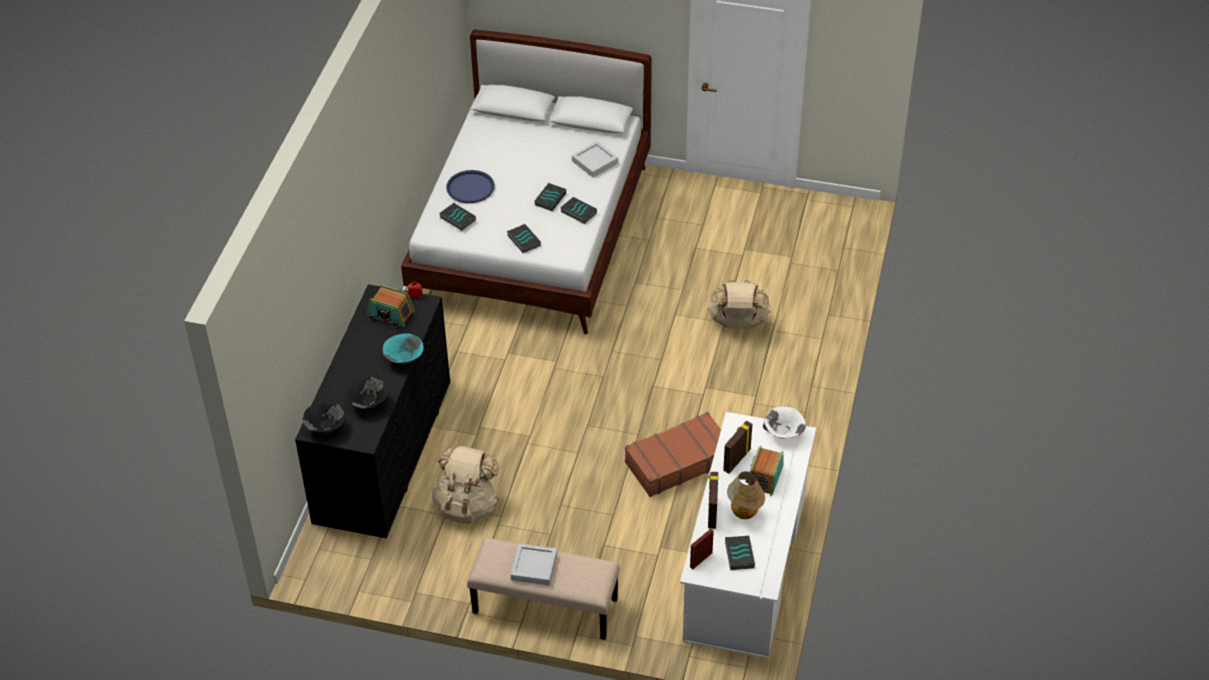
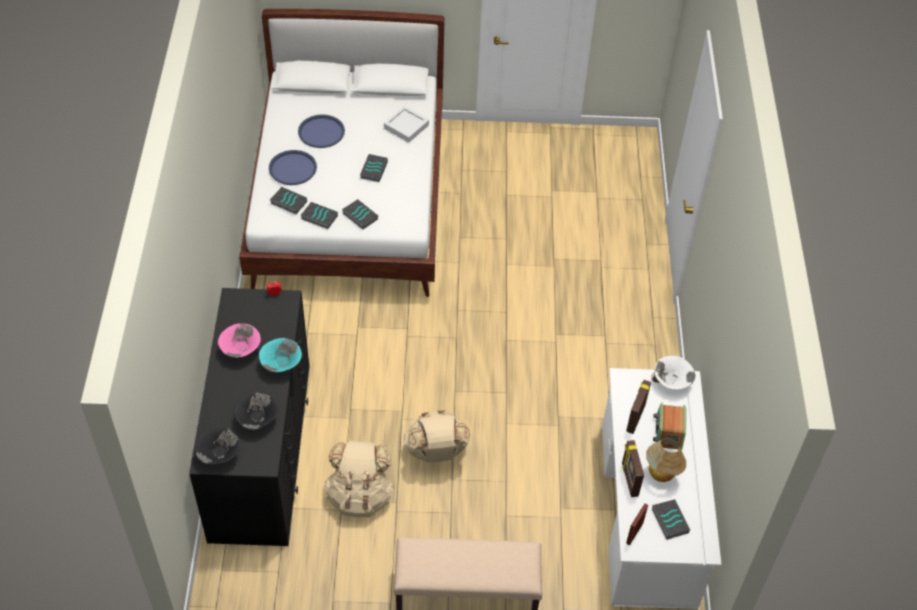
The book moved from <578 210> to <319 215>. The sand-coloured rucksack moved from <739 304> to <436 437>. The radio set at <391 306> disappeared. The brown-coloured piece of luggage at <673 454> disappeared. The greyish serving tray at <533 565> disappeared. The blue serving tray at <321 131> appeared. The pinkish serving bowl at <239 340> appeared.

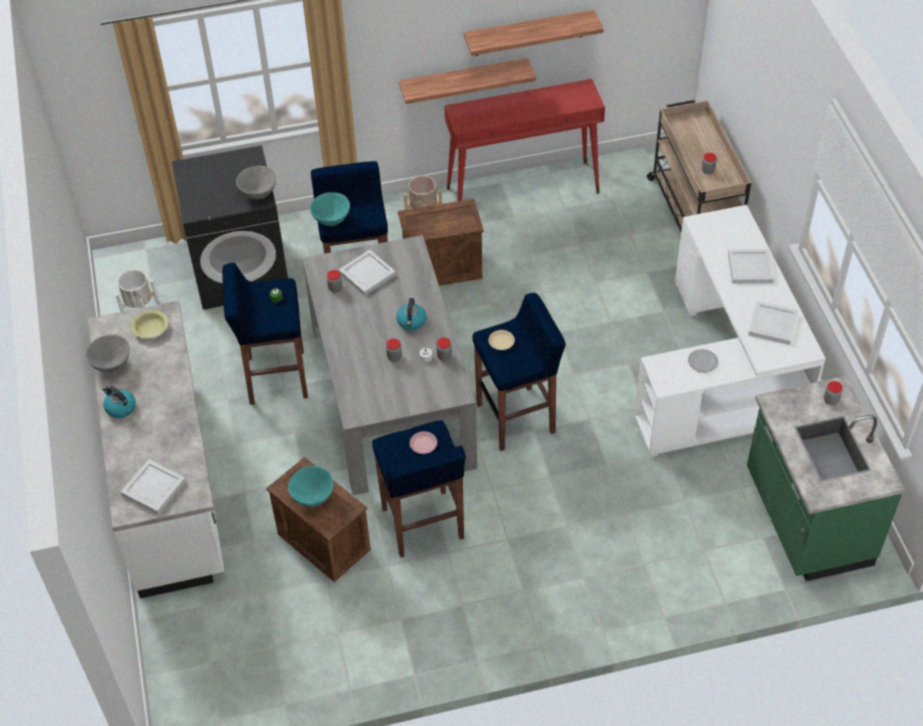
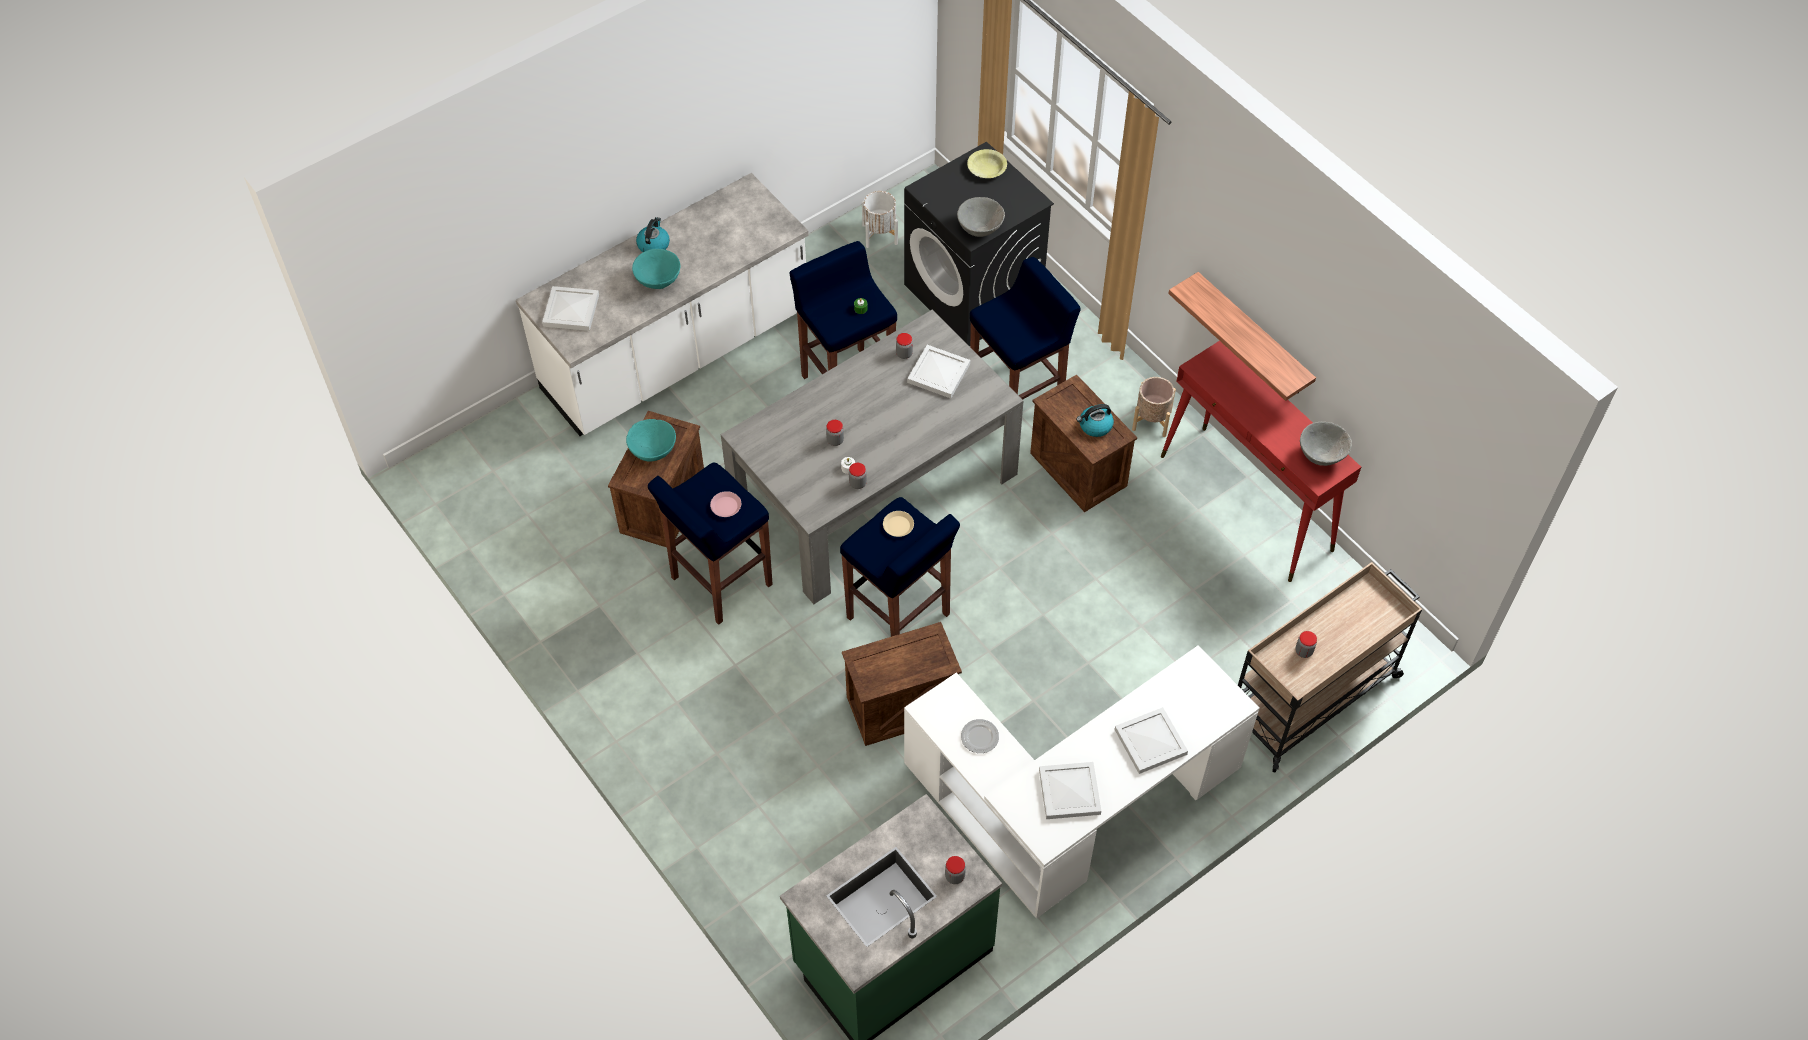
The wall shelf at <534 33> disappeared. The blue-green serving bowl moved from <330 209> to <656 269>. The tea kettle moved from <411 314> to <1095 420>. The yellowish serving bowl moved from <149 324> to <987 163>. The greyish serving bowl moved from <108 354> to <1326 444>. The crate at <902 684> appeared.

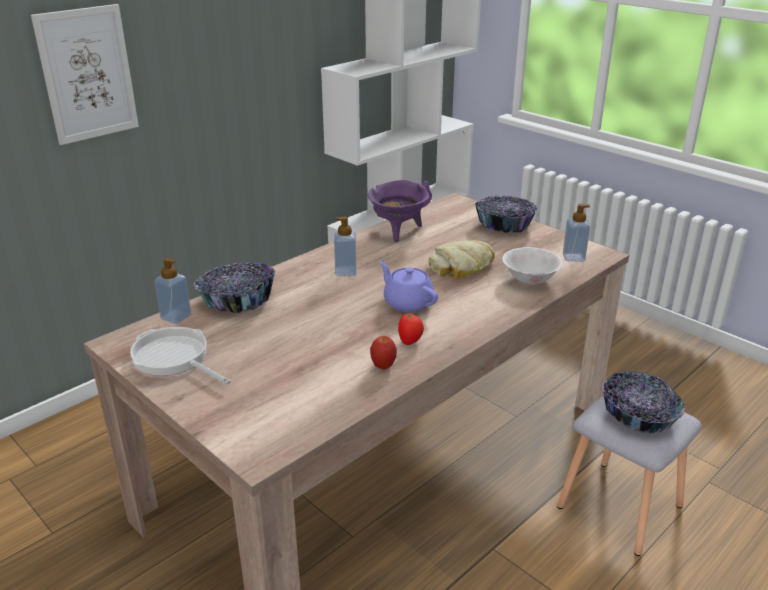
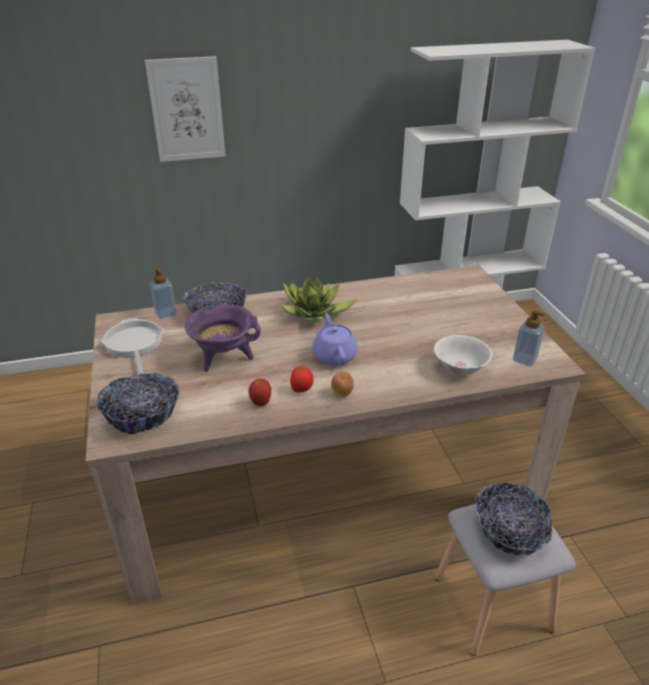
The purple saucepot moved from <400 211> to <223 338>. The serving bowl moved from <506 214> to <138 403>. The soap dispenser at <345 246> was replaced by the houseplant at <319 300>. The baked bread at <462 259> disappeared. The whole apple at <342 384> appeared.

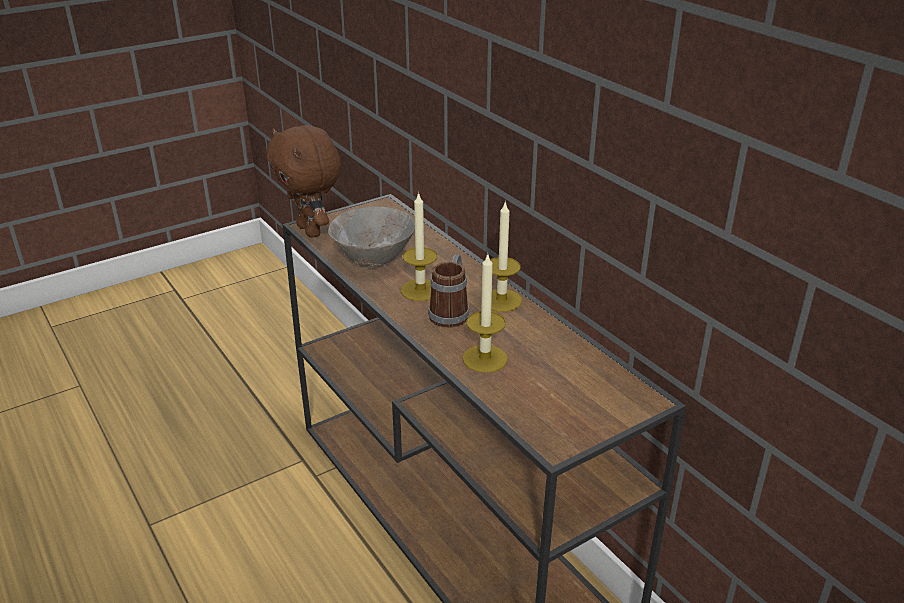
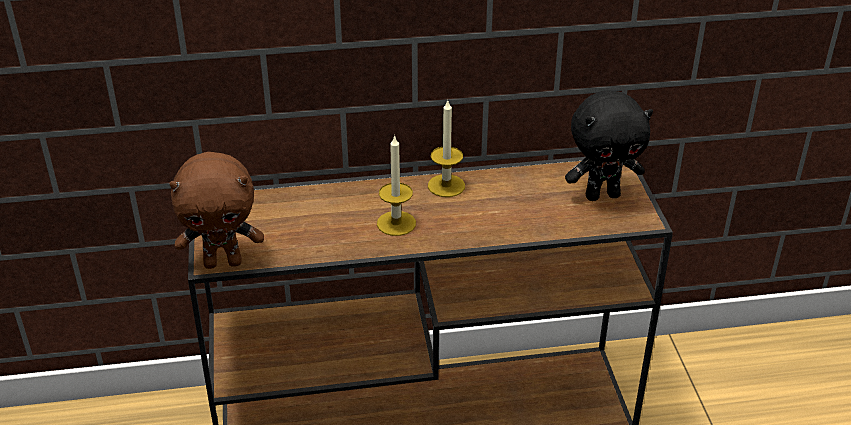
The greyish serving bowl at <371 237> disappeared. The mug at <448 291> disappeared. The wax light at <485 313> disappeared. The black cuddly toy at <609 145> appeared.

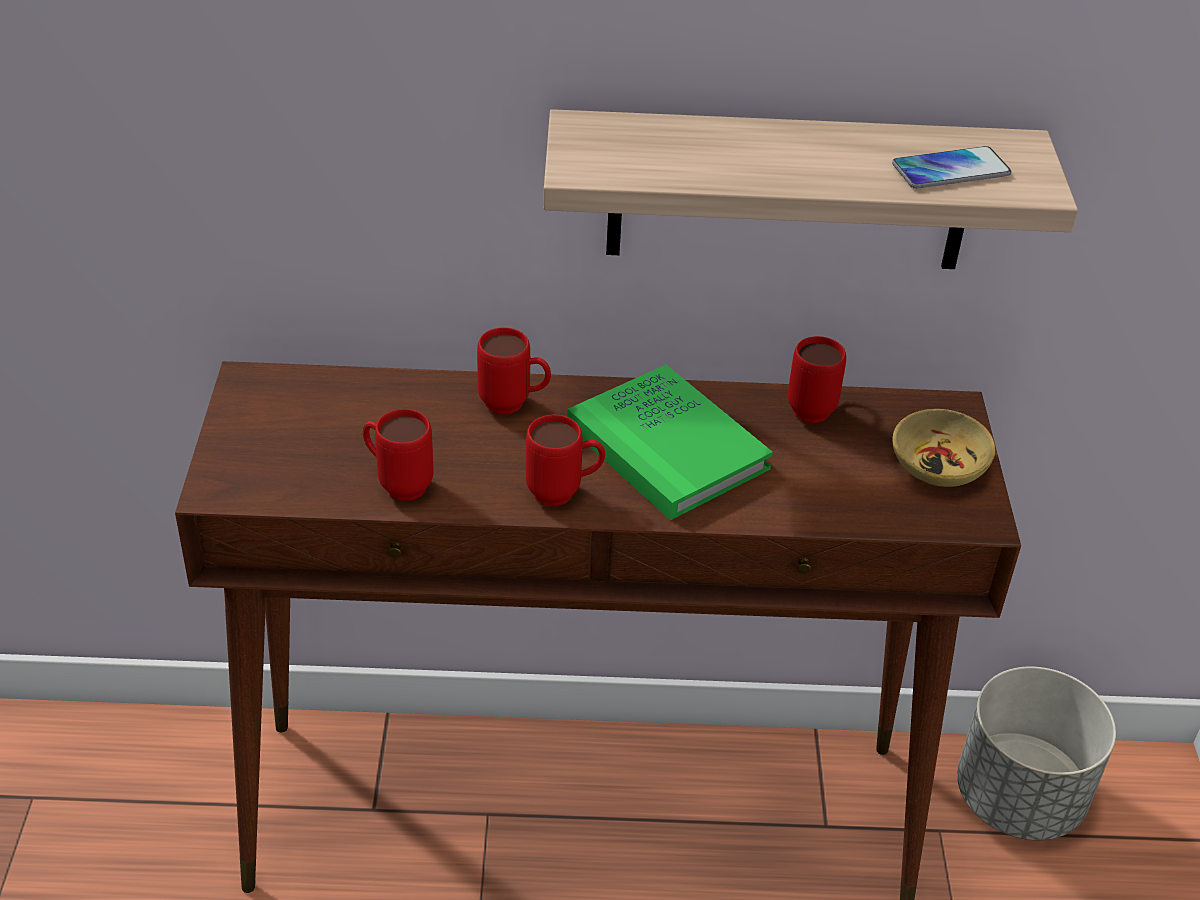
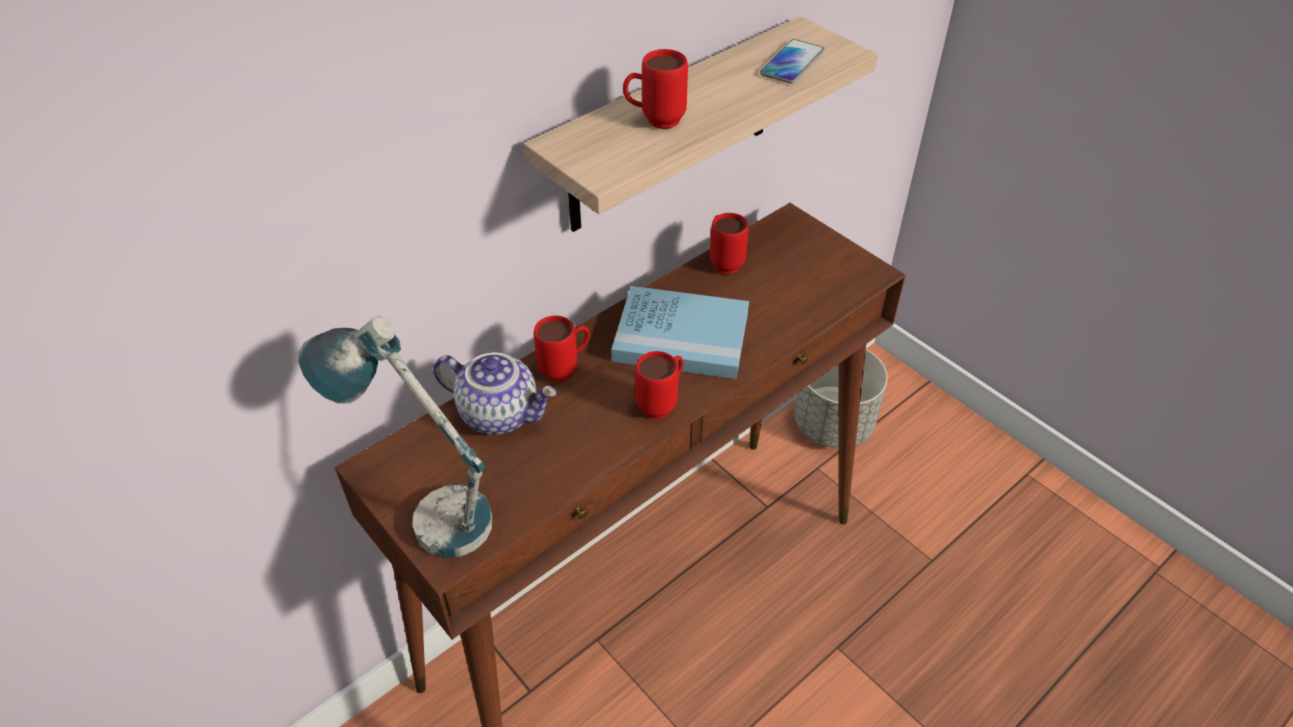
The green-coloured book at <670 443> became the blue book at <680 332>. The reddish mug moved from <398 455> to <655 89>. The sand-coloured serving bowl at <944 448> disappeared. The tabletop lamp at <395 437> appeared. The teapot at <495 393> appeared.

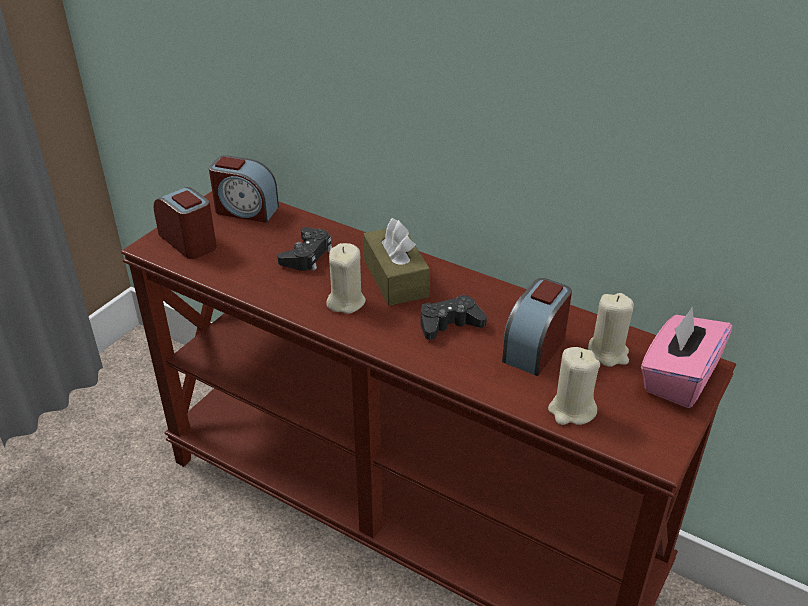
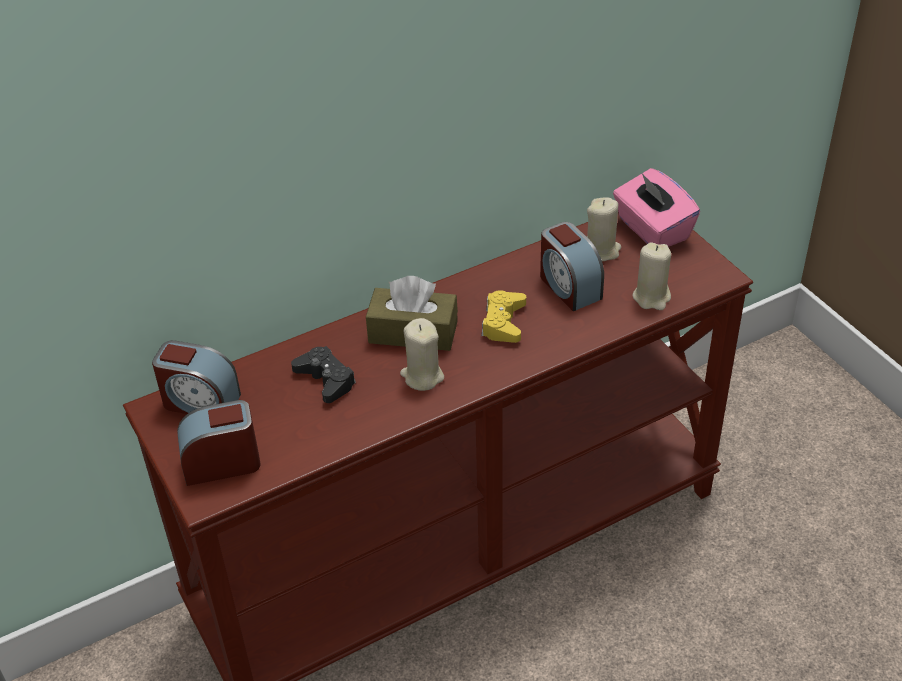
The bedside clock at <244 189> turned 60 degrees clockwise. The black game controller at <454 317> became the yellowish game controller at <503 316>.

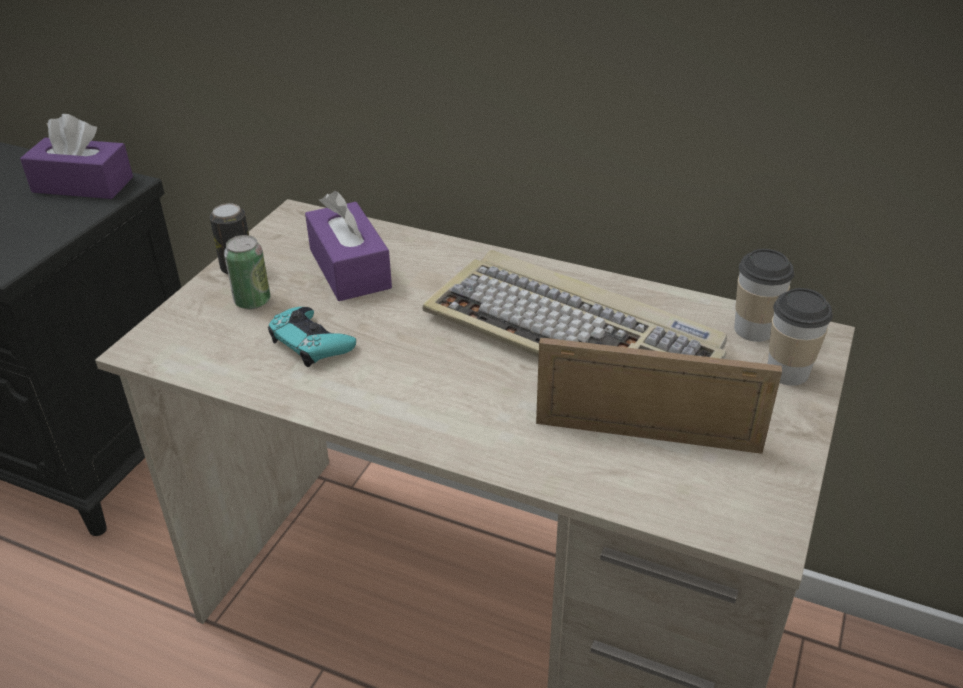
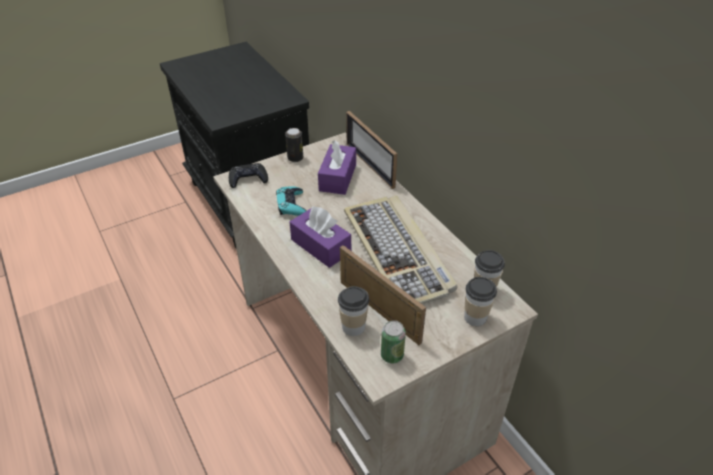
The purple box of tissues moved from <76 156> to <320 237>. The metal can moved from <247 272> to <393 342>. The photo frame at <371 150> appeared. The black game controller at <248 175> appeared. The small cup at <353 311> appeared.

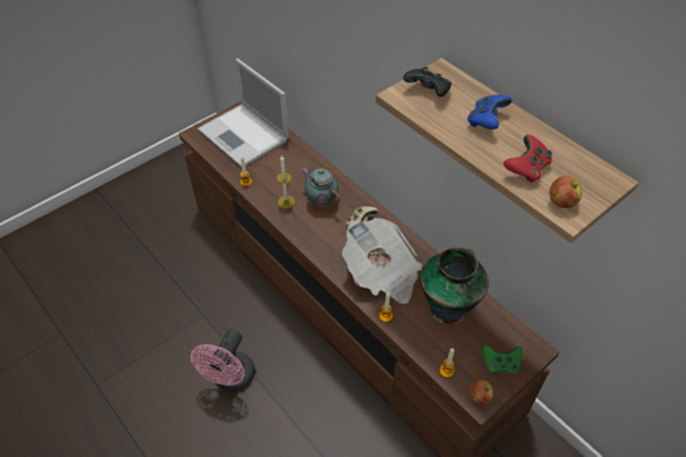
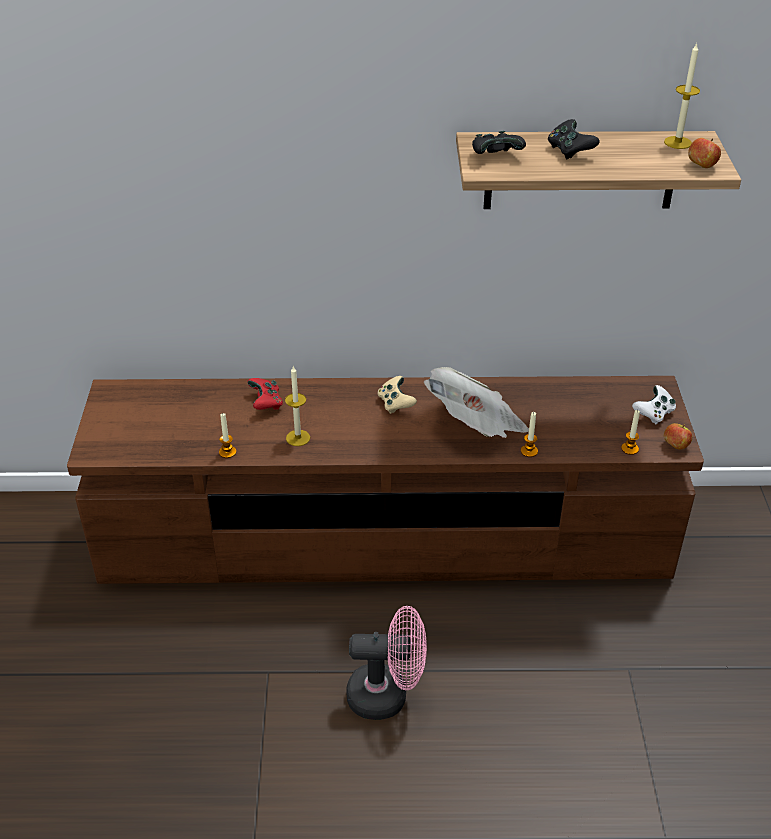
The notebook computer at <243 113> disappeared. The blue game controller at <489 112> became the black game controller at <574 139>. The reddish game controller moved from <528 158> to <265 394>. The teapot at <320 186> disappeared. The decorative vase at <454 286> disappeared. The pinkish fan at <222 360> turned 60 degrees counterclockwise. The green-coloured game controller at <502 359> became the white game controller at <654 404>. The wax light at <682 96> appeared.

